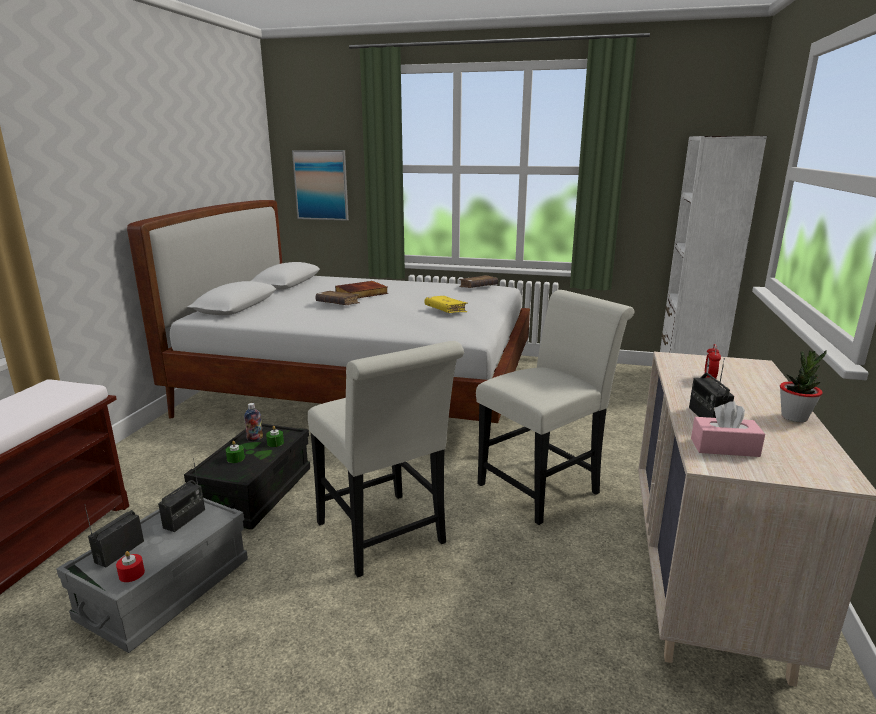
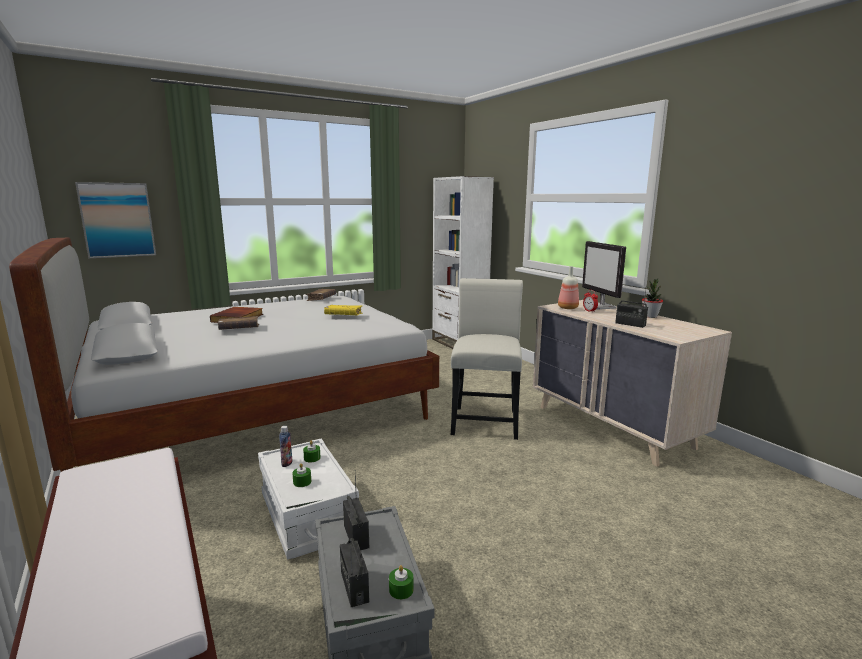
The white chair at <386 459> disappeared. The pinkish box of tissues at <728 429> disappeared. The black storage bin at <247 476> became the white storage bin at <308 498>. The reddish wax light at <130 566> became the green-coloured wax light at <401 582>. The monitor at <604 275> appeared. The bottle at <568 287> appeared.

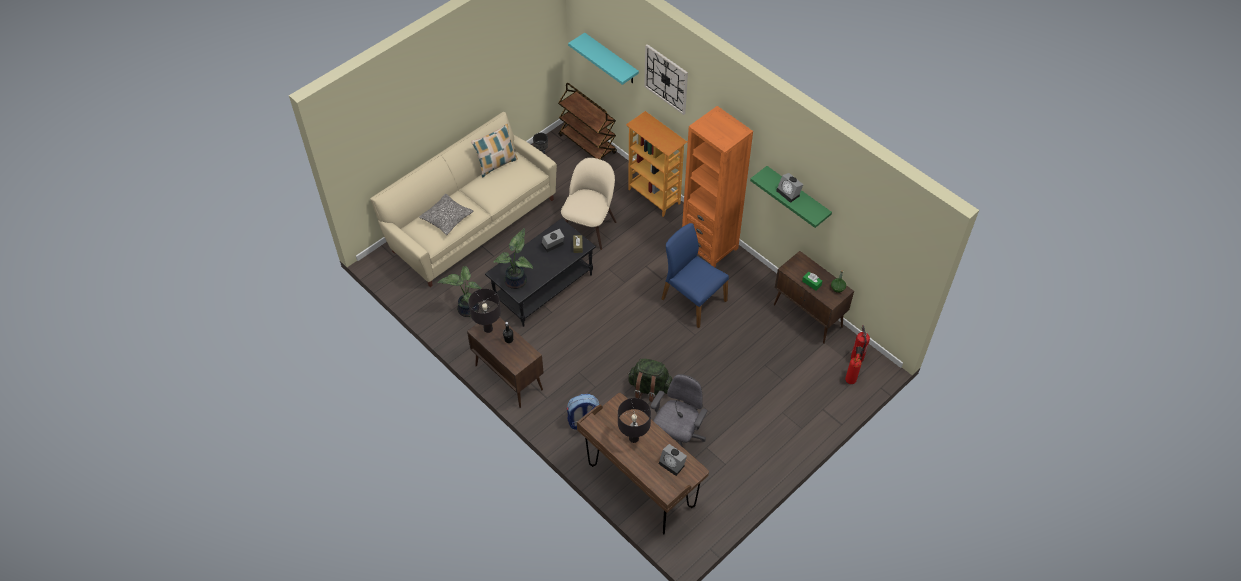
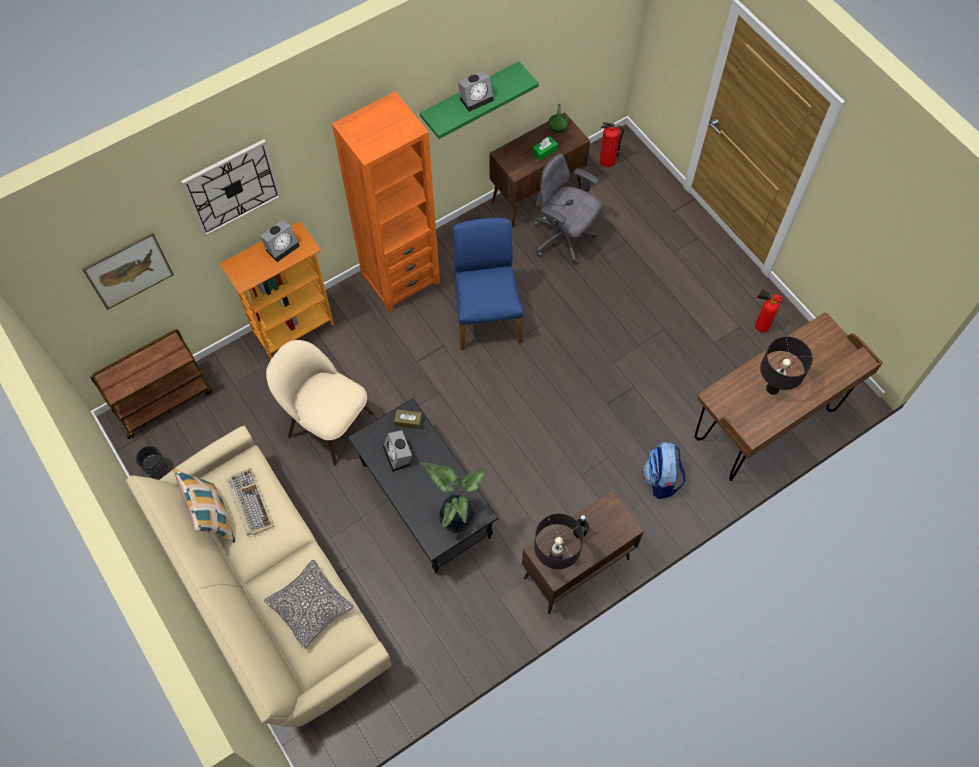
The blue-green wall shelf at <603 59> was replaced by the picture at <127 271>. The blue chair at <695 275> turned 120 degrees clockwise. The houseplant at <459 291> disappeared. The fire extinguisher moved from <854 365> to <769 310>. The green-coloured rucksack at <650 380> disappeared. The greyish desk chair moved from <679 410> to <567 209>. The bedside clock moved from <673 460> to <280 241>. The keyboard at <250 502> appeared.

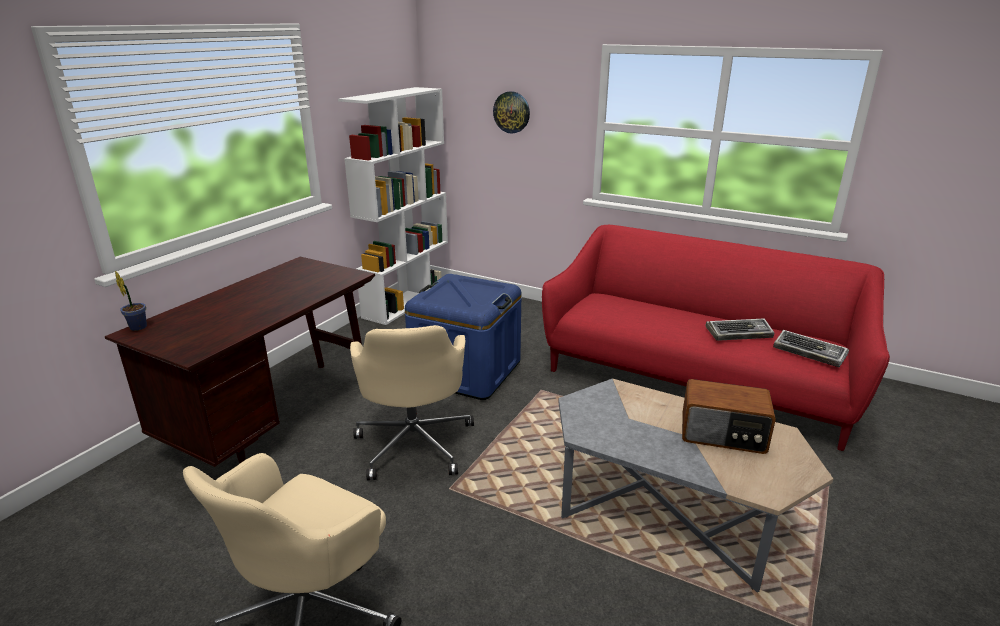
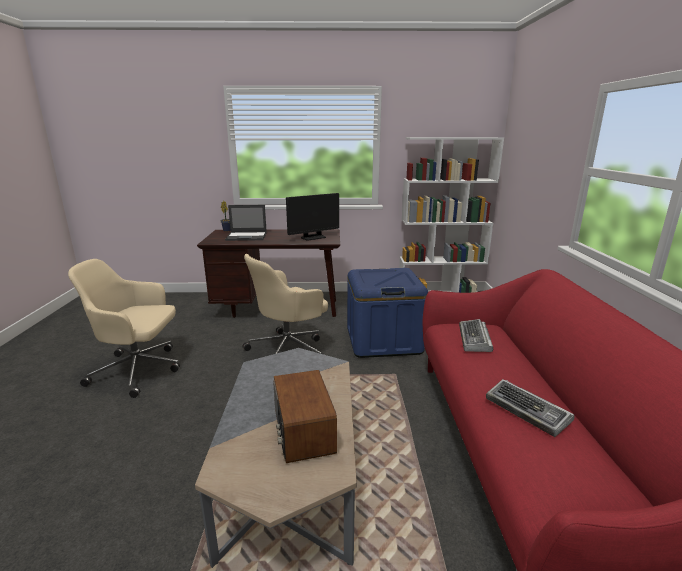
The wall clock at <511 112> disappeared. The keyboard moved from <811 348> to <476 335>. The monitor at <312 216> appeared. The notebook computer at <246 223> appeared.

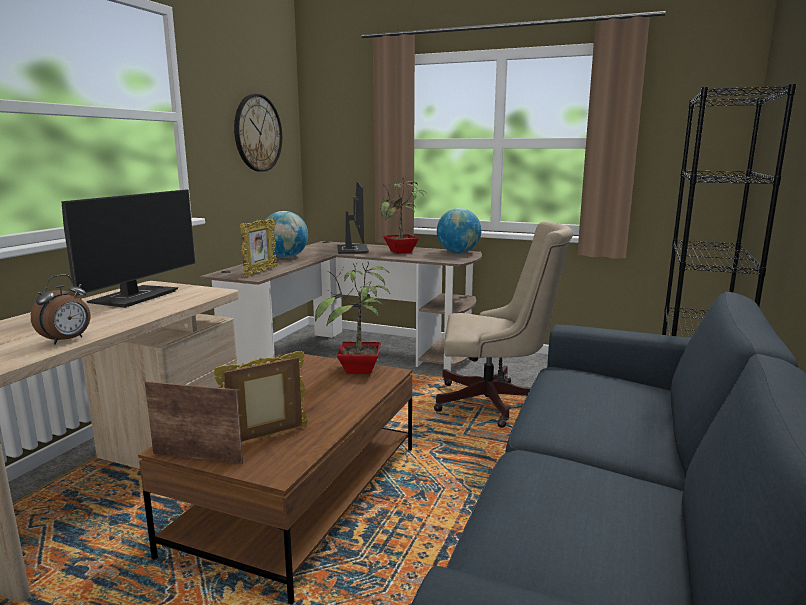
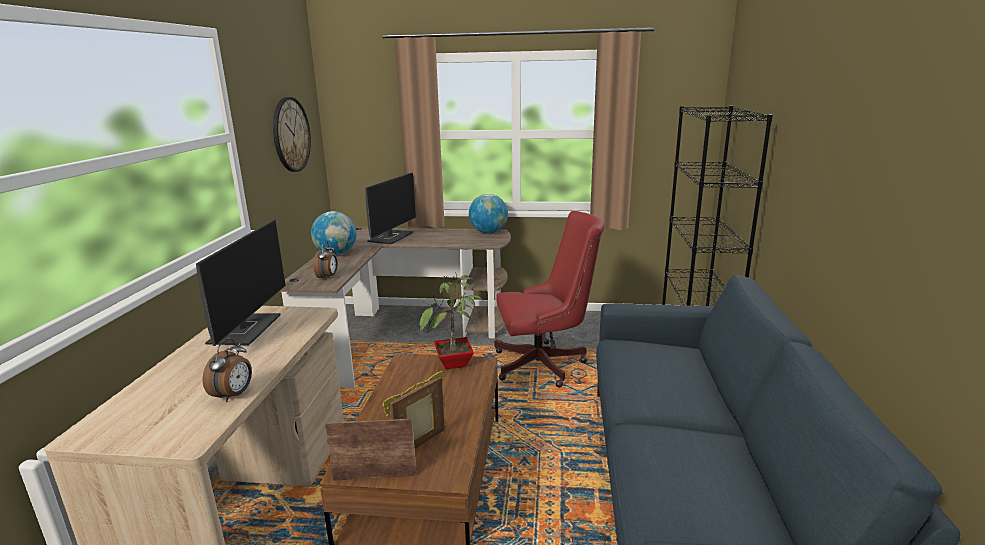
The houseplant at <402 216> disappeared. The monitor at <353 217> turned 45 degrees clockwise. The photo frame at <259 247> was replaced by the bedside clock at <325 260>. The sand-coloured desk chair at <503 324> became the reddish desk chair at <549 299>.

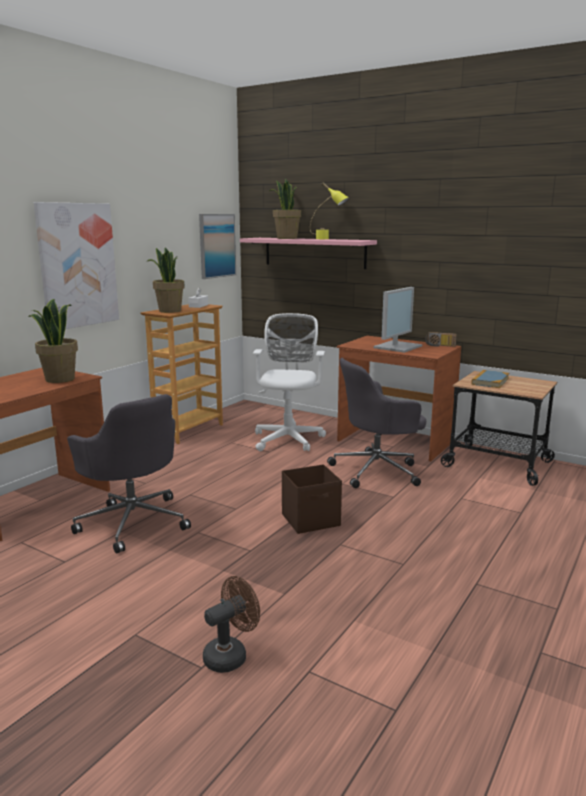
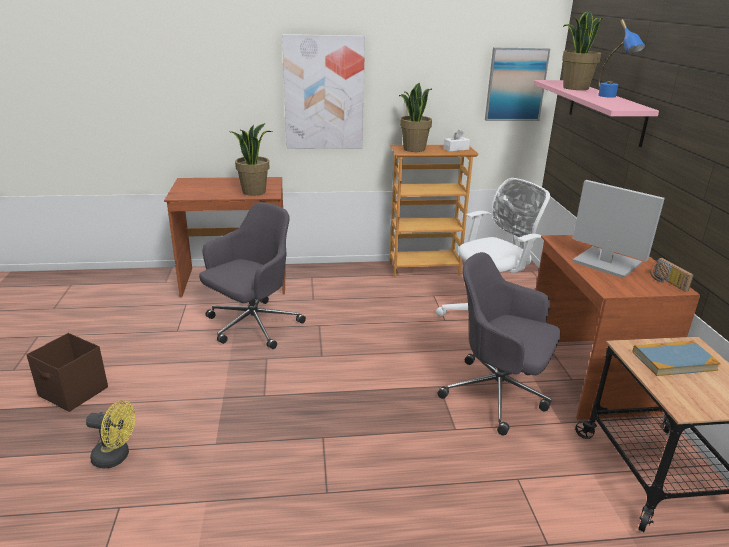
The yellowish tabletop lamp at <329 210> became the blue tabletop lamp at <621 58>. The monitor at <397 320> turned 135 degrees counterclockwise. The greyish desk chair at <129 474> turned 150 degrees counterclockwise. The brown-coloured storage bin moved from <312 499> to <67 372>. The brown-coloured fan at <231 624> became the yellowish fan at <110 434>.

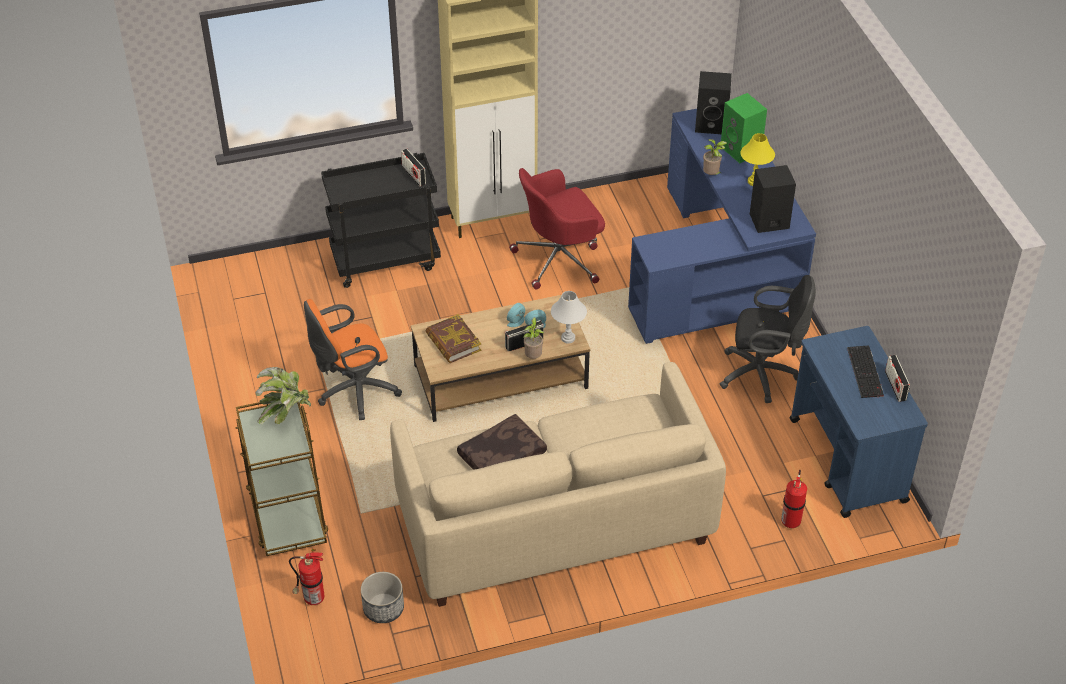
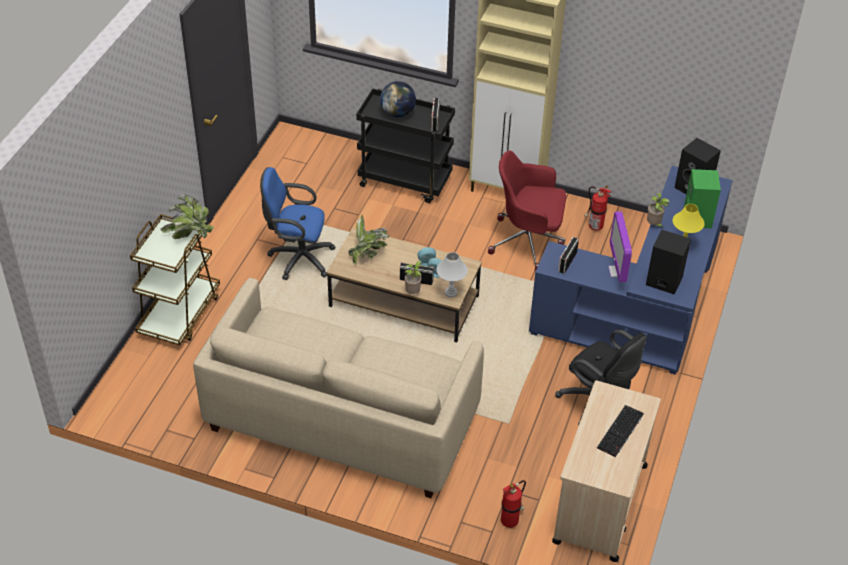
The orange desk chair at <353 359> became the blue desk chair at <298 223>. The book at <453 338> was replaced by the houseplant at <368 239>. The blue cart at <859 422> became the sand-coloured cart at <606 471>. The radio set moved from <897 378> to <568 255>. The brown-coloured pillow at <502 442> disappeared. The fire extinguisher moved from <306 577> to <598 207>. The flower pot at <382 597> disappeared. The desk globe at <398 99> appeared. The monitor at <620 246> appeared.

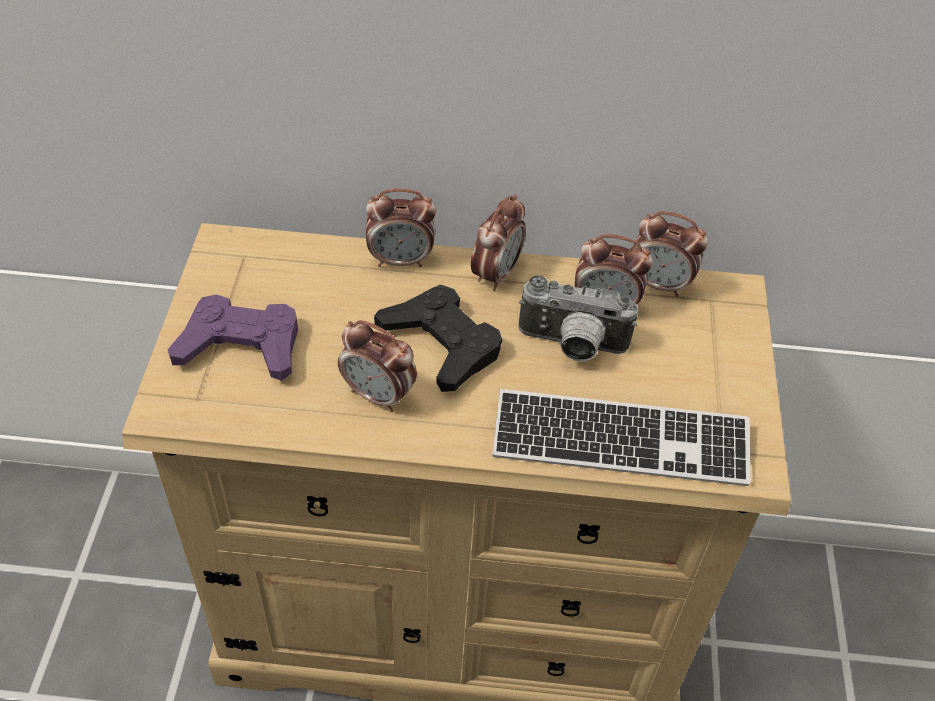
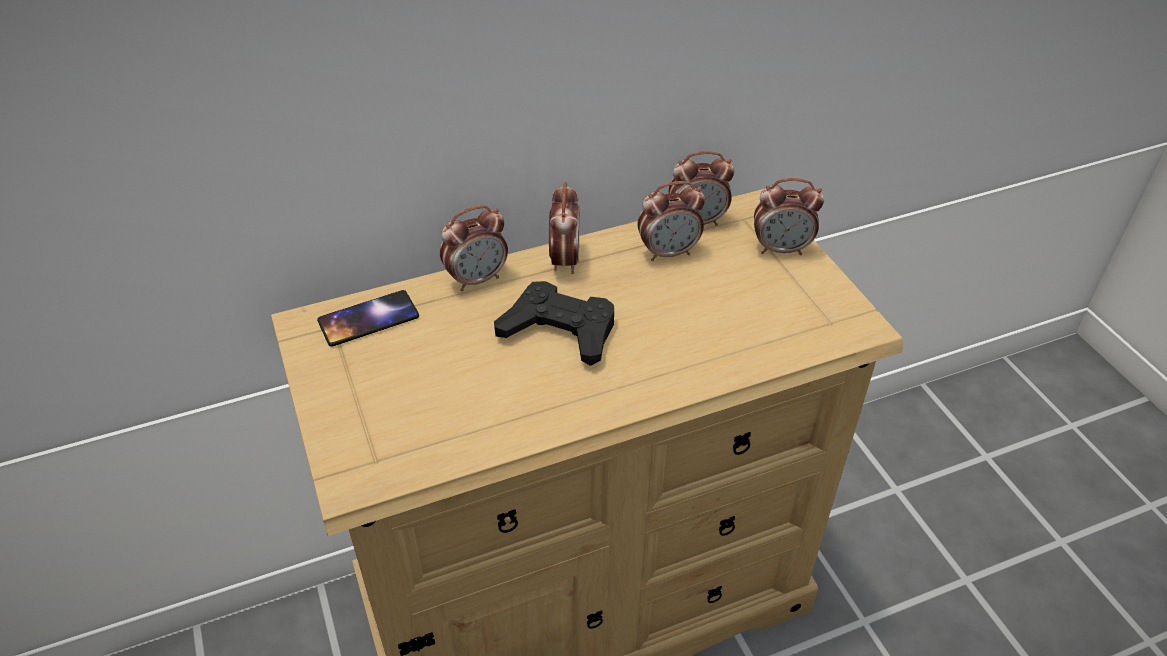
The still camera at <578 318> disappeared. The purple game controller at <233 337> disappeared. The bedside clock moved from <377 366> to <789 216>. The keyboard at <621 437> disappeared. The phone at <368 318> appeared.

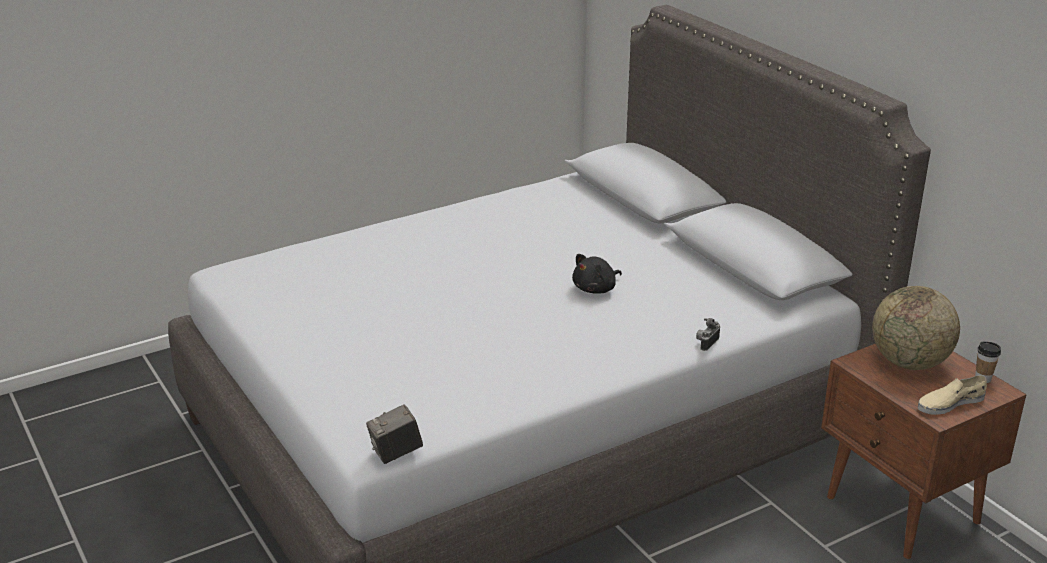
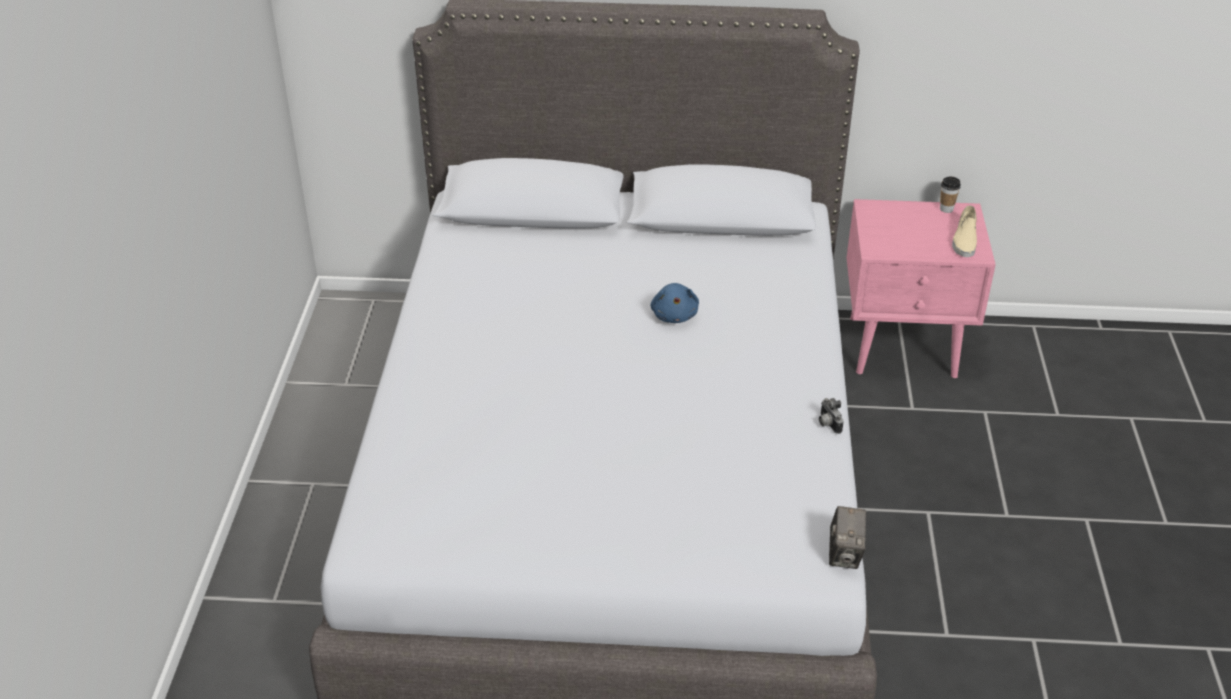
The black cuddly toy at <597 274> became the blue cuddly toy at <675 303>. The desk globe at <916 328> disappeared. The still camera moved from <708 334> to <831 416>. The brown-coloured night table at <924 451> became the pinkish night table at <921 288>.

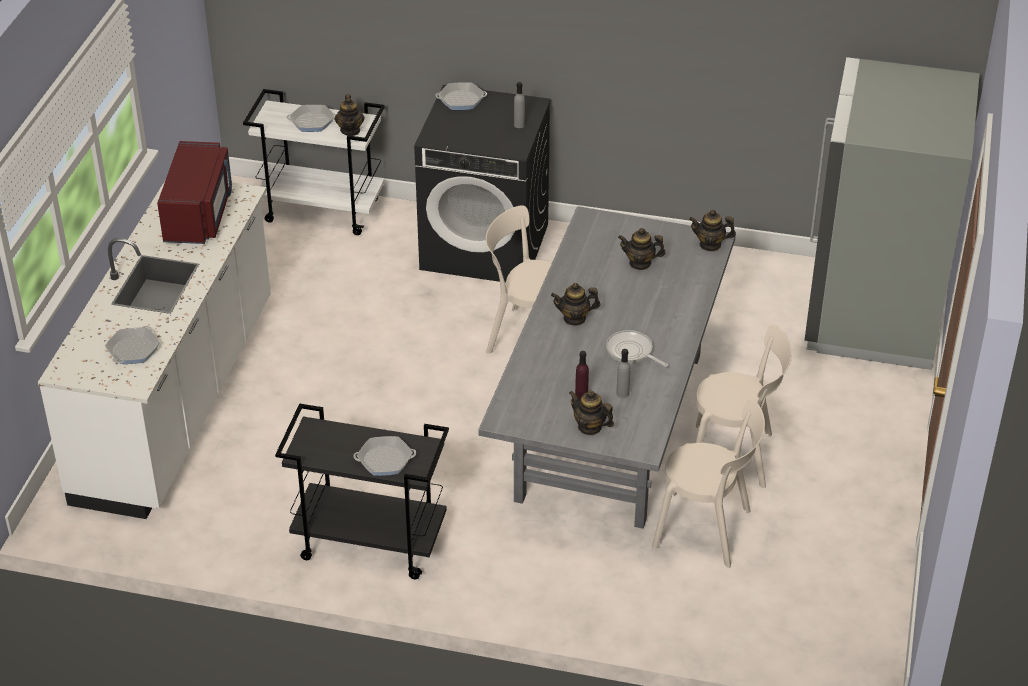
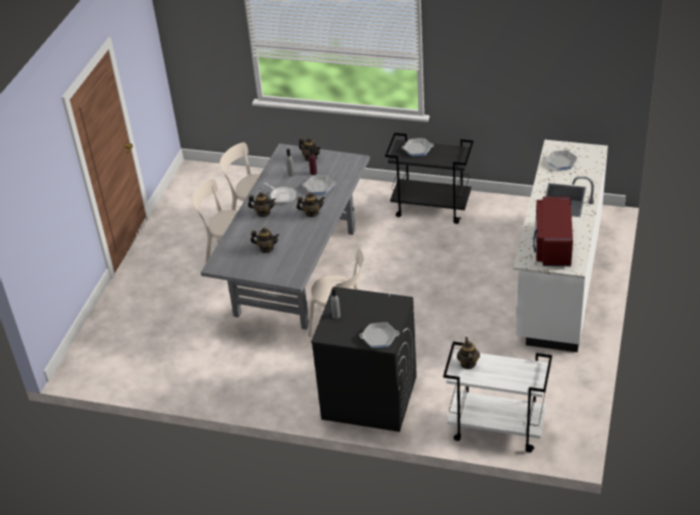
The greyish fridge at <892 213> disappeared. The frying pan moved from <311 118> to <319 184>. The teapot moved from <712 230> to <262 204>.

